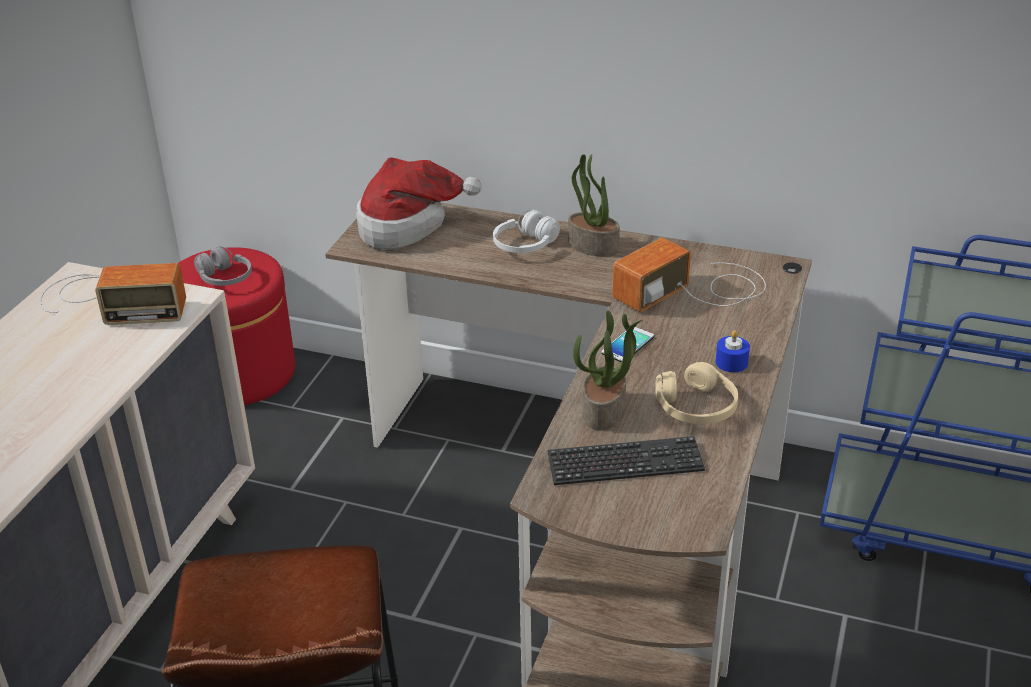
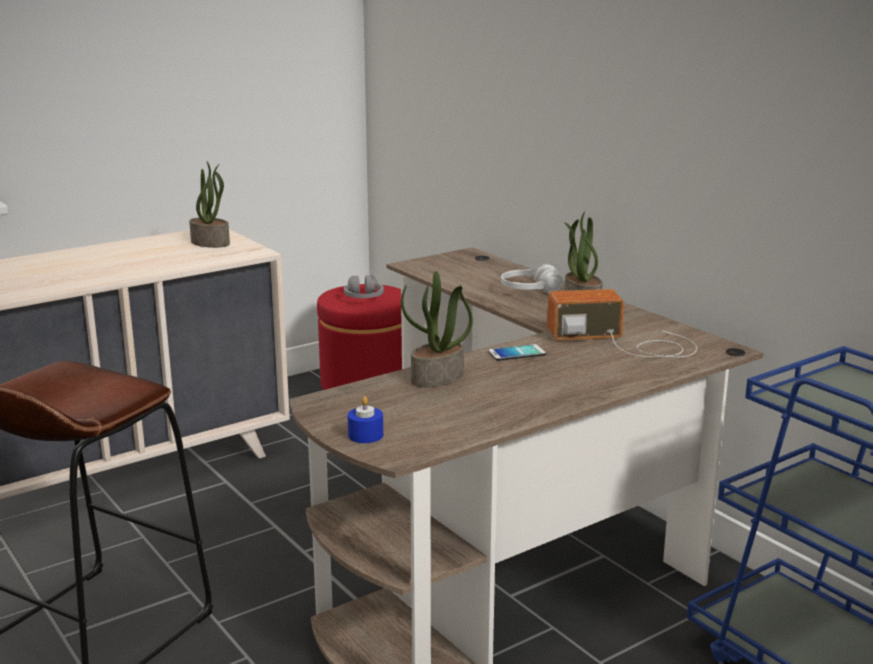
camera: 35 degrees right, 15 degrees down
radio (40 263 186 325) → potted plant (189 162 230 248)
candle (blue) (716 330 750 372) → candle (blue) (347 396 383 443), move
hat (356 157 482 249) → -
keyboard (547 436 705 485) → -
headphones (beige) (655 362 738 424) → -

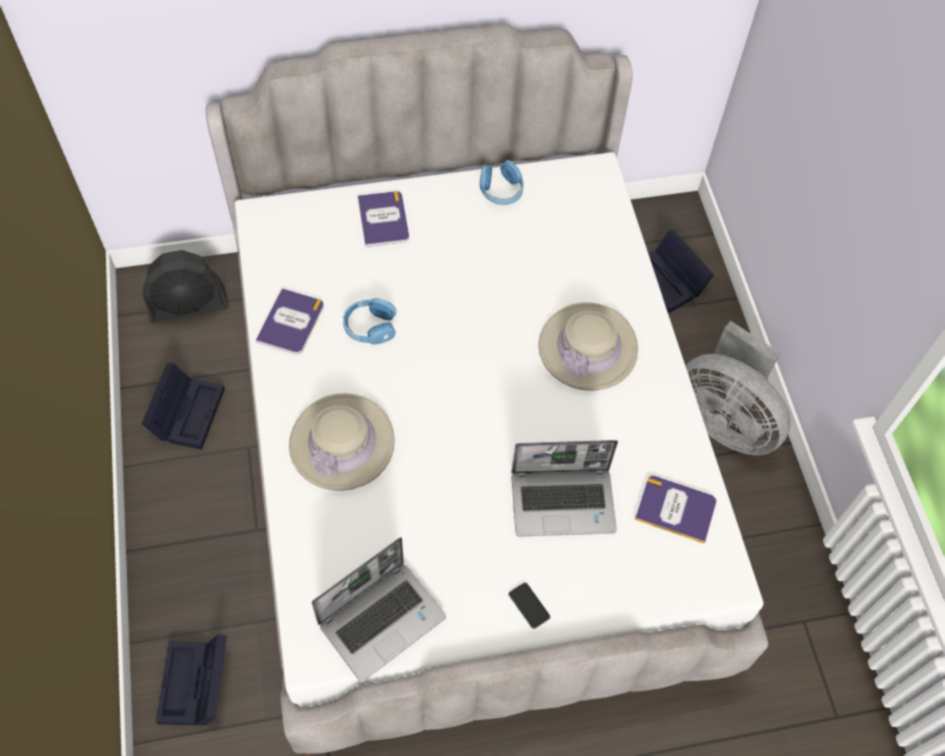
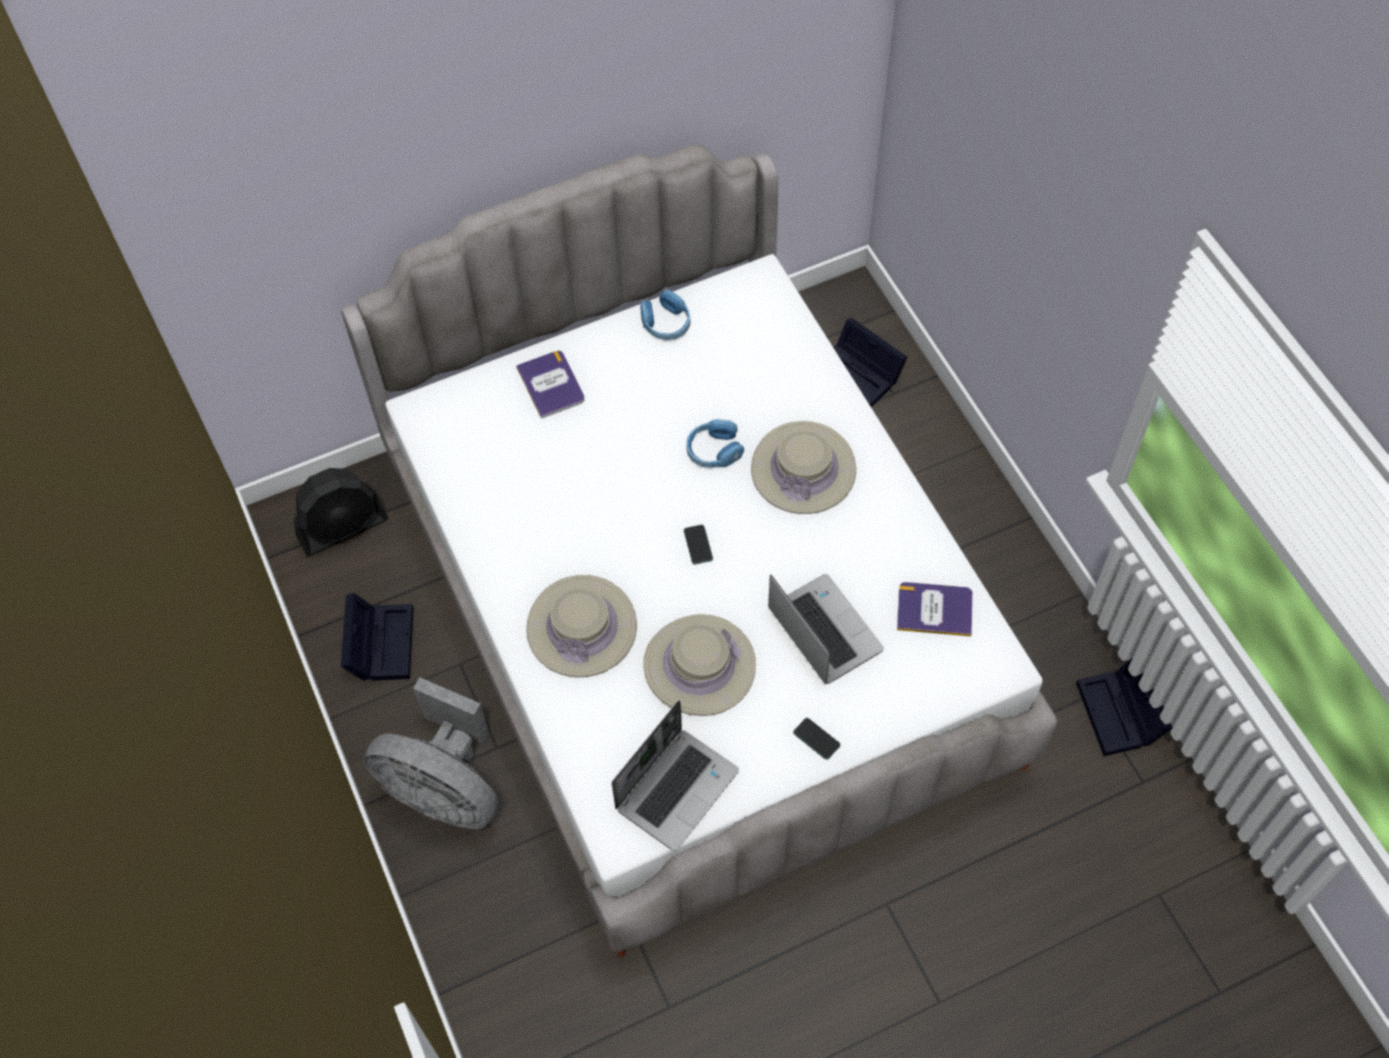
camera: 10 degrees left, 0 degrees up
fan (grey) (685 321 791 455) → fan (grey) (364 677 498 829), move
- → hat (beige) (643 614 756 716)
- → phone (684 525 713 565)
headphones (blue) (343 298 396 344) → headphones (blue) (686 419 744 468), move
laptop (511 440 618 537) → laptop (768 574 884 684), 105 degrees counterclockwise
storage box (black) (156 634 227 726) → storage box (black) (1076 658 1173 756), move
book (256 288 324 354) → -

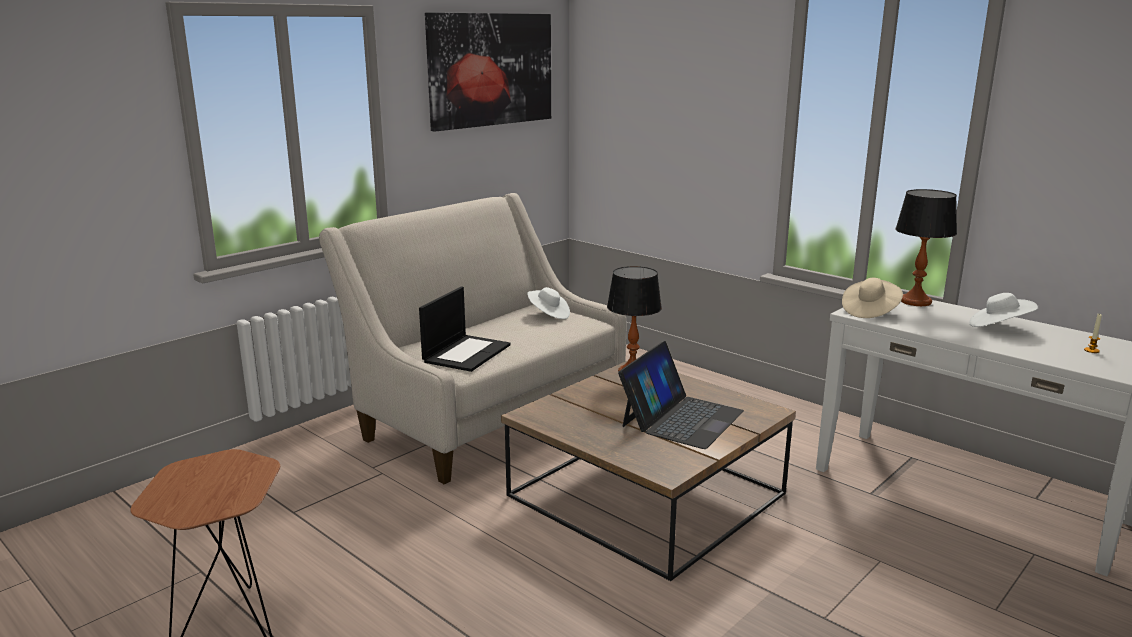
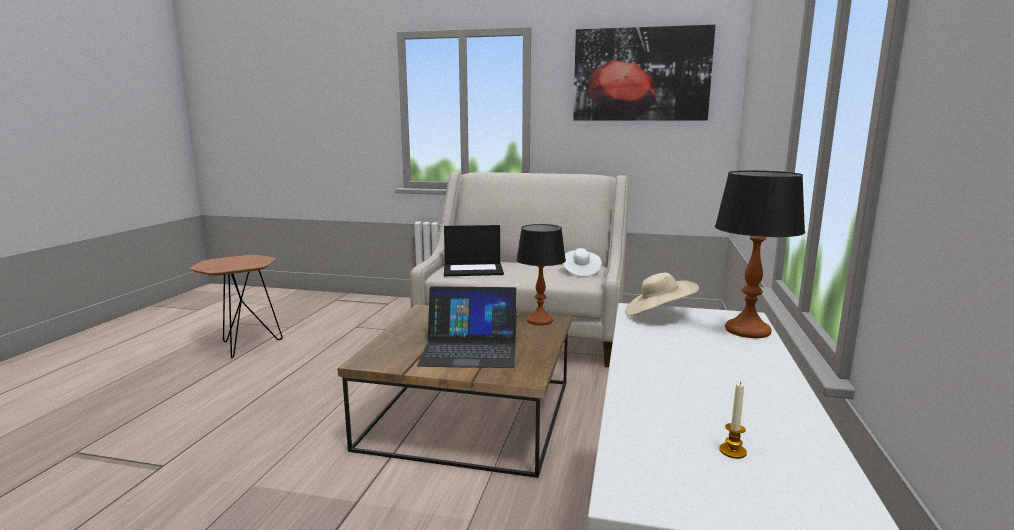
camera: 60 degrees right, 5 degrees down
hat (white) (969 293 1038 327) → -

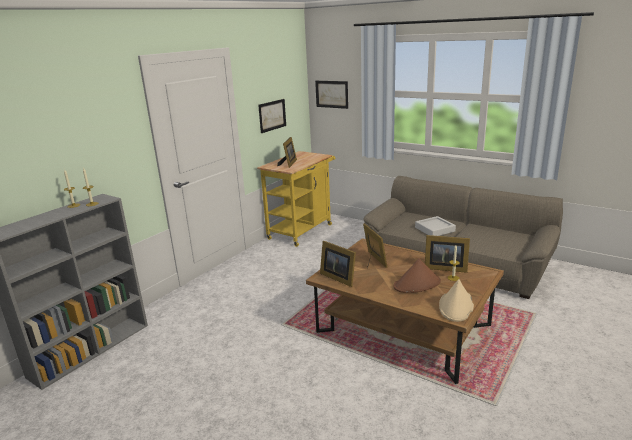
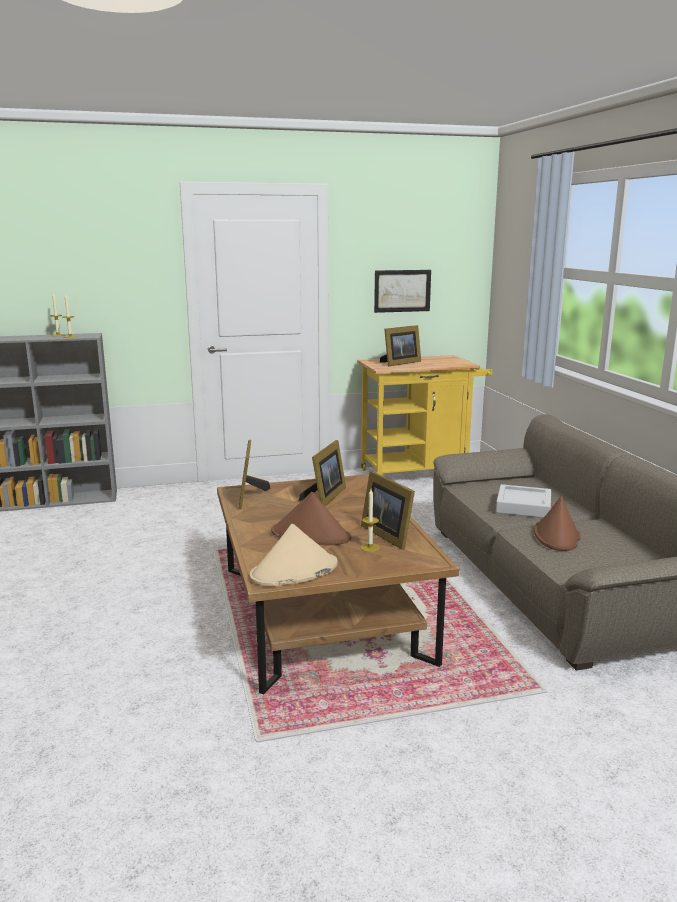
camera: 40 degrees right, 5 degrees down
- → hat (brown) (534 496 581 551)
picture (315 81 348 109) → -

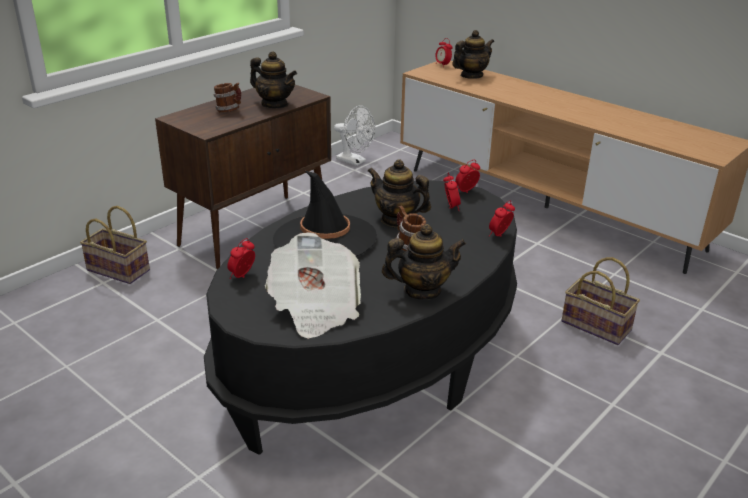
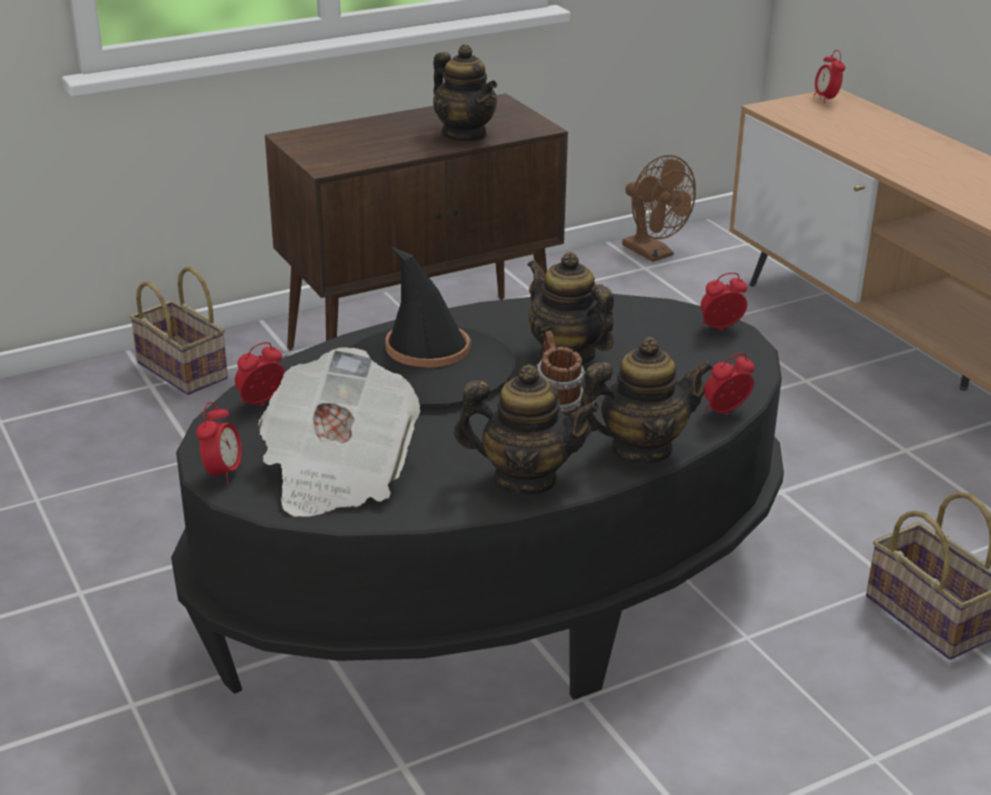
camera: 20 degrees right, 0 degrees up
alarm clock (443 173 461 210) → alarm clock (196 402 242 484), move
teapot (452 30 494 79) → teapot (577 337 714 464), move
fan (white) (334 106 375 166) → fan (brown) (622 155 696 262)
mug (213 83 241 113) → -

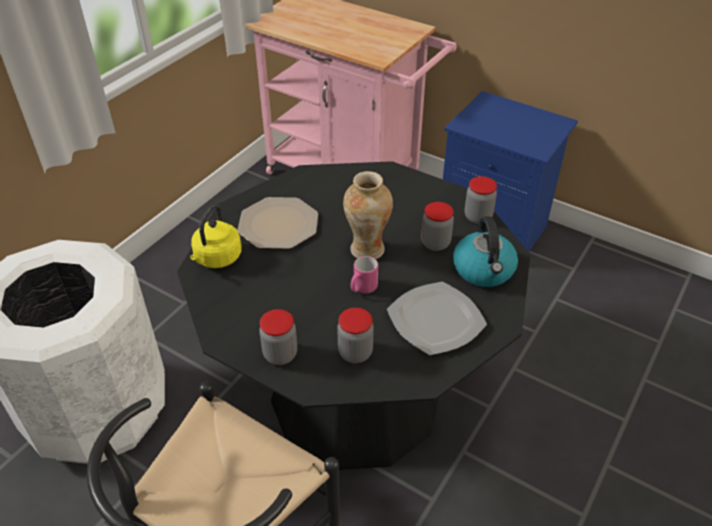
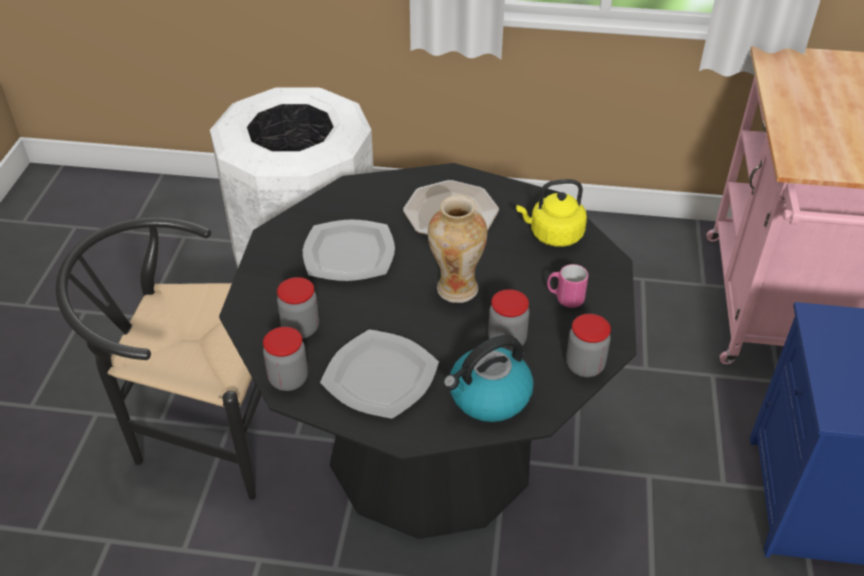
camera: 65 degrees right, 0 degrees up
jar (259 309 297 365) → jar (263 327 308 391), move
- → plate (303 219 395 281)
kettle (yellow) (190 204 242 268) → kettle (yellow) (516 179 587 247), move
mug (pink) (351 256 378 293) → mug (pink) (547 264 588 308), move

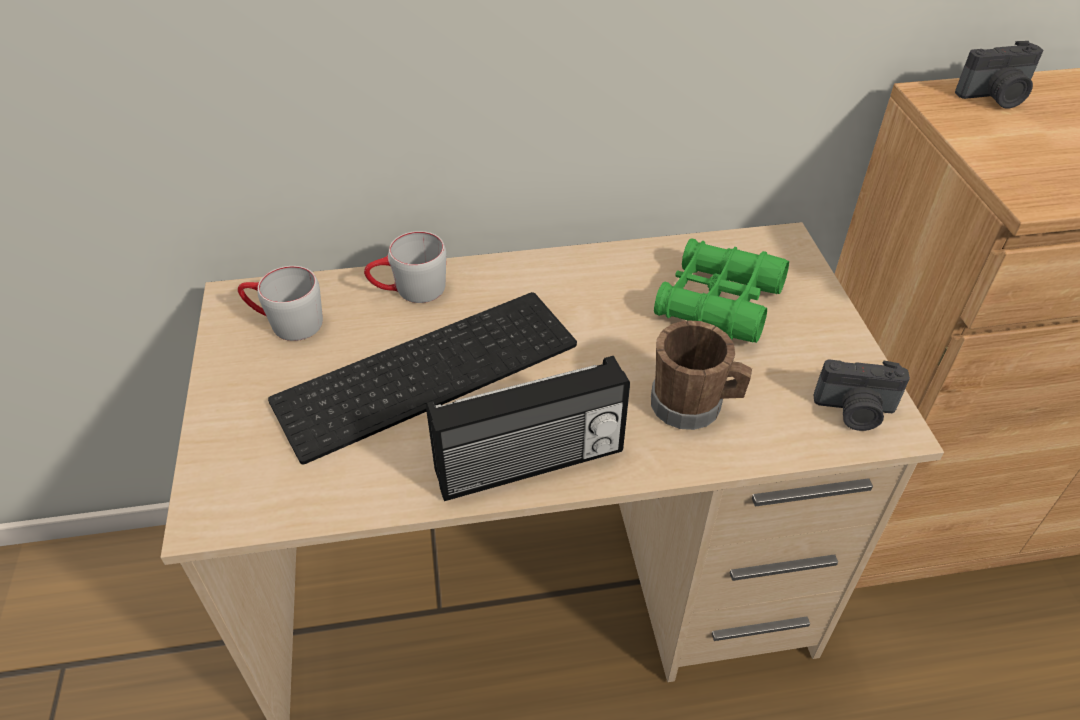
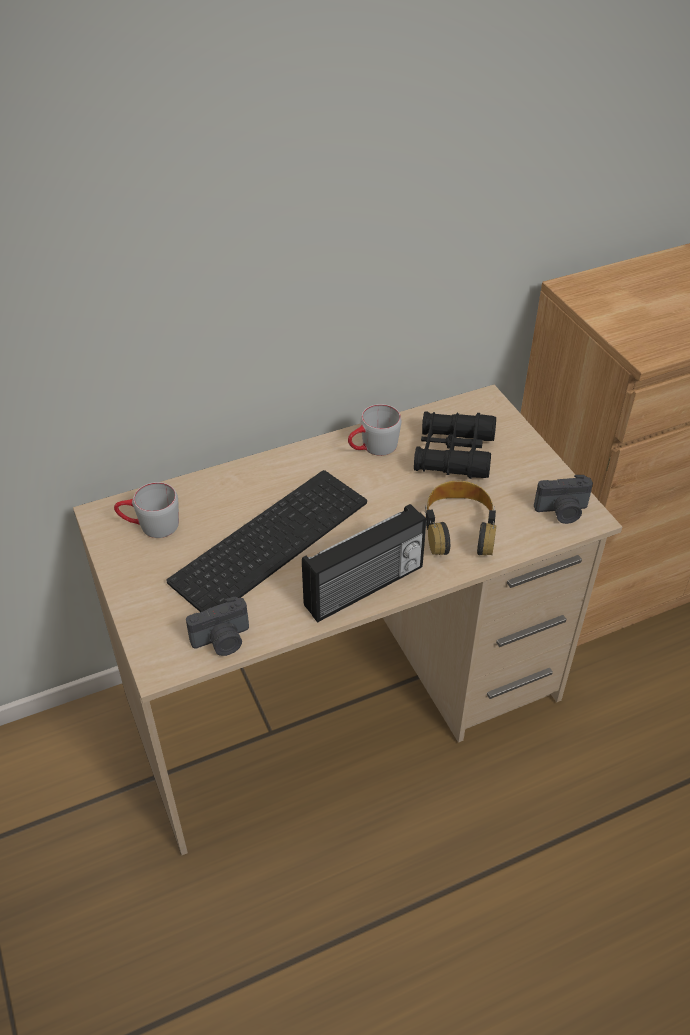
camera: 15 degrees left, 0 degrees up
photo camera (955 41 1043 109) → photo camera (186 596 249 656), move
mug (grey) (364 231 446 303) → mug (grey) (348 404 401 456), move
binoculars (green) (654 238 789 343) → binoculars (black) (414 411 496 479)
mug (brown) (651 320 752 430) → headphones (425 480 497 555)

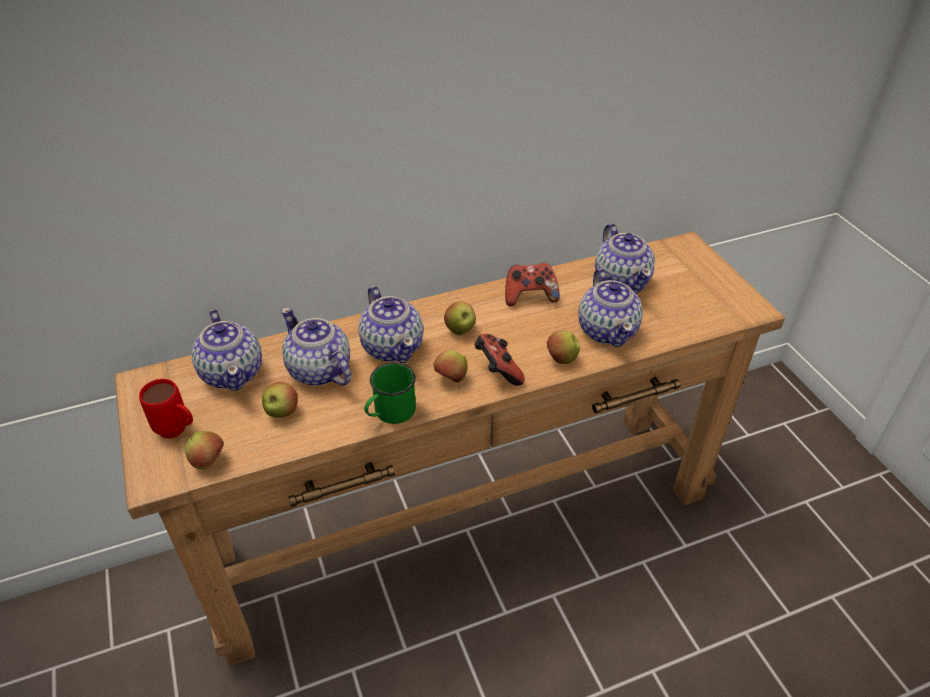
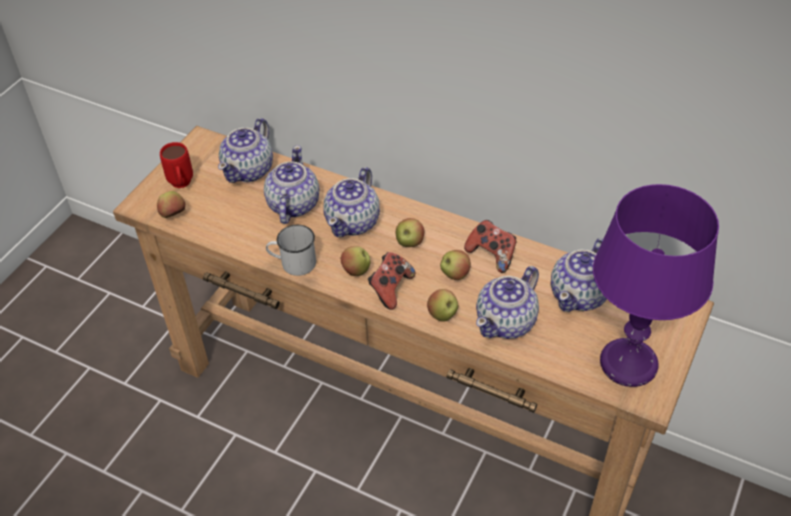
camera: 50 degrees right, 5 degrees up
mug (green) (364 362 416 424) → mug (white) (266 225 316 276)
apple (262 382 298 417) → apple (440 250 471 280), move
- → table lamp (purple) (593 184 719 387)

